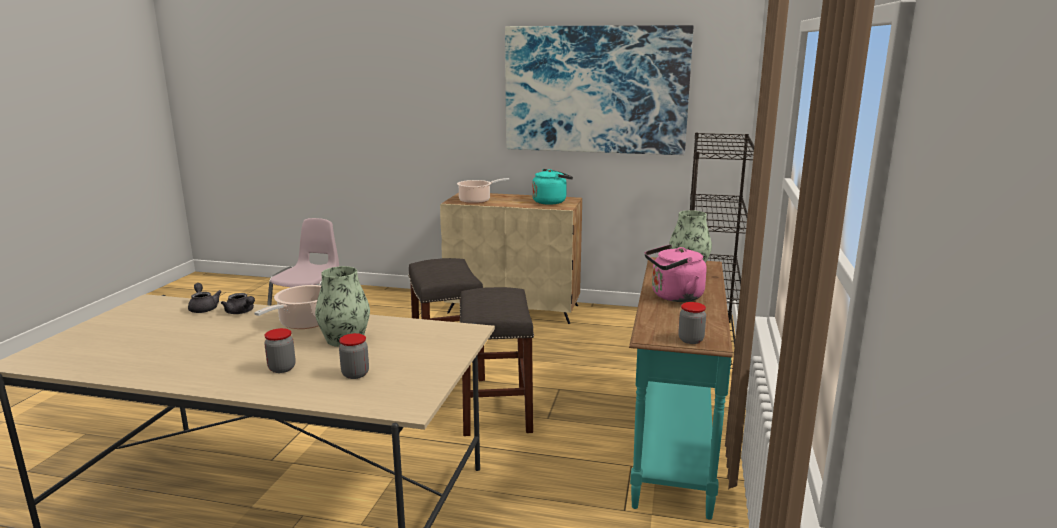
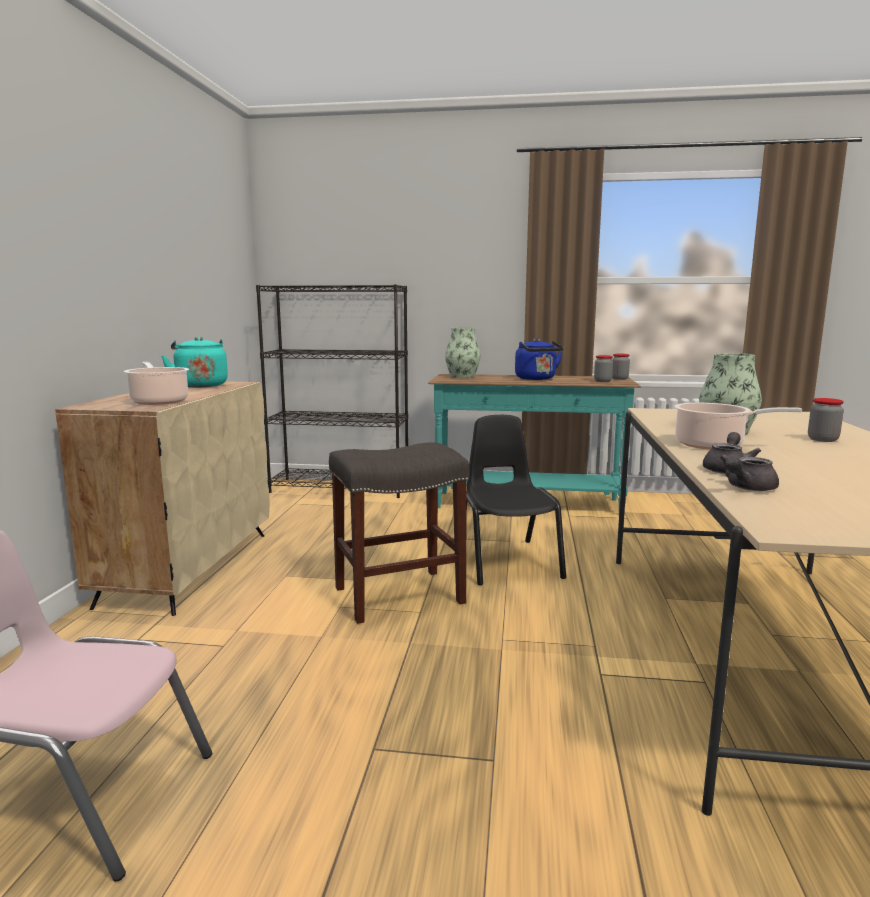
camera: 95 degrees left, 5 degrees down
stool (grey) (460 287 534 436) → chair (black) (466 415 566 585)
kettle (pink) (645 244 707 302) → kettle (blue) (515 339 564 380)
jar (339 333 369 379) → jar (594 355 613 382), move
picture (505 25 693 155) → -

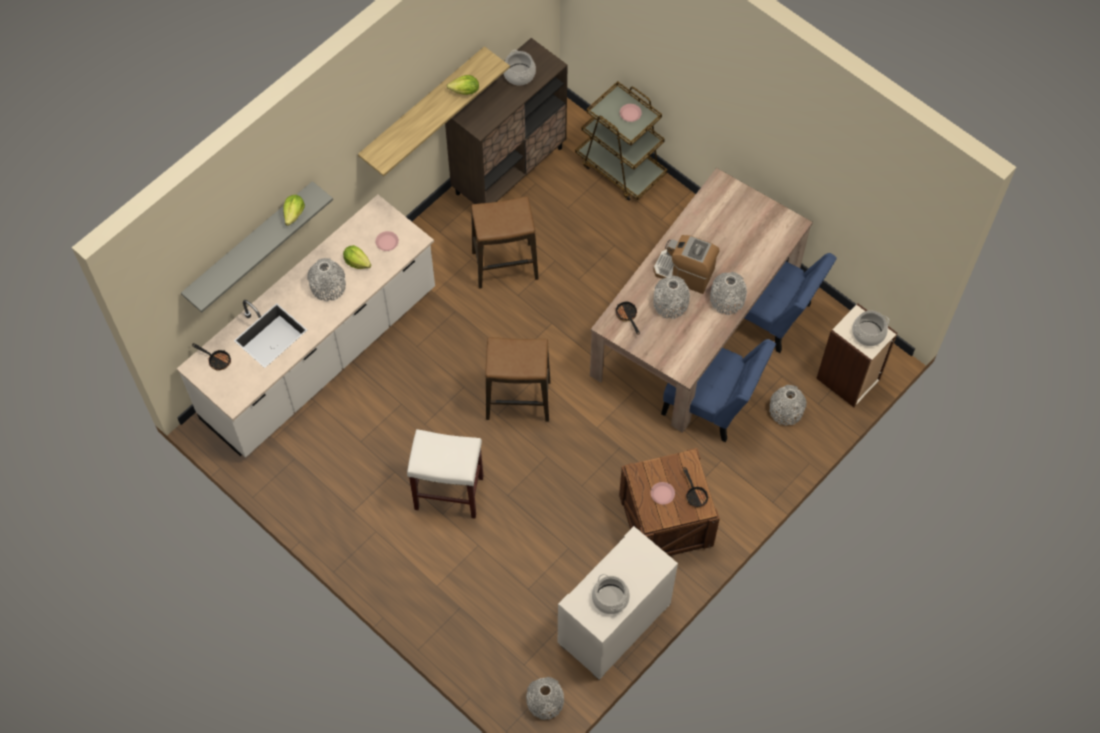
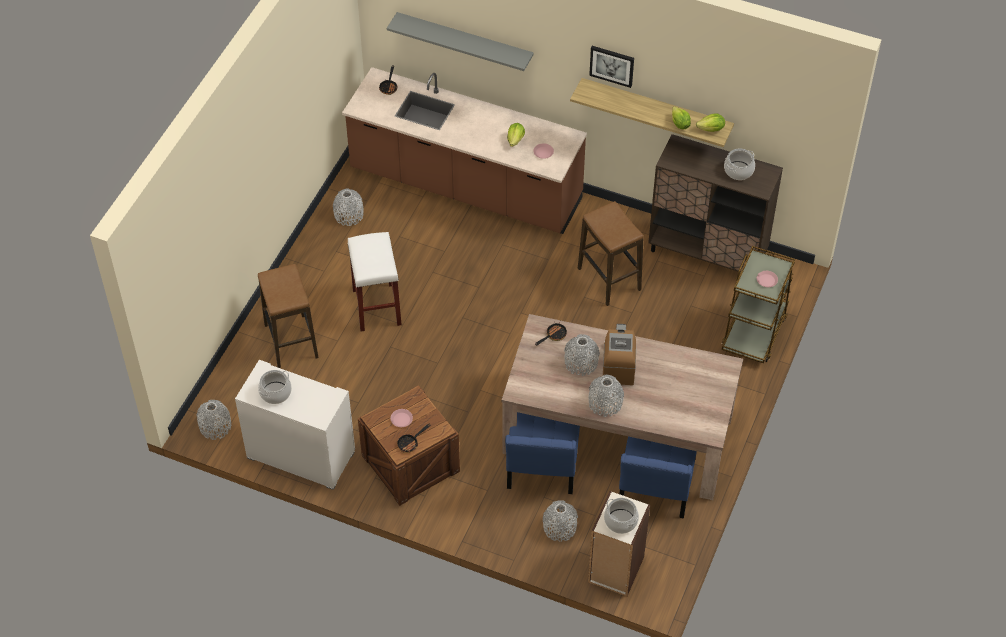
camera: 70 degrees right, 10 degrees down
stool (485 337 550 422) → stool (258 264 319 368), move
vase (grey) (307 258 346 301) → vase (grey) (333 188 363 226), move
counter (white) (177 195 435 458) → counter (brown) (342 67 587 234)
- → picture (589 46 634 88)
lettuce (284 195 305 226) → lettuce (696 113 725 132), move

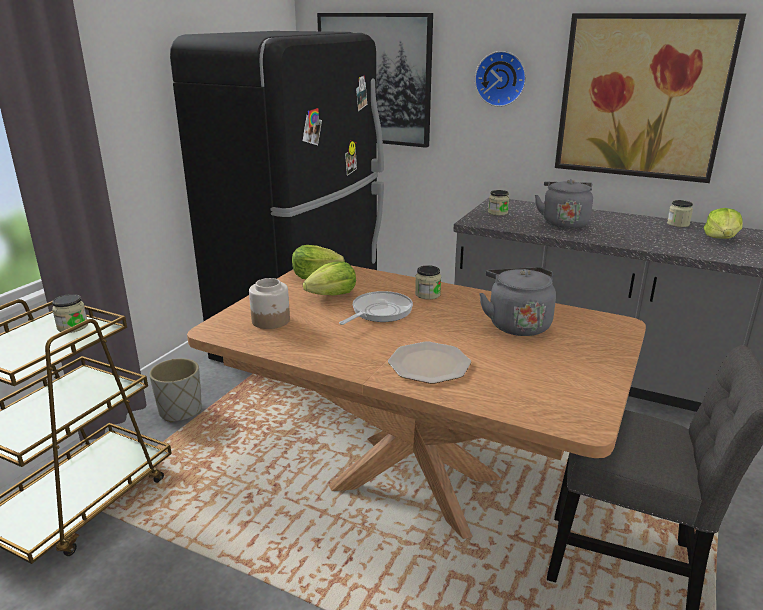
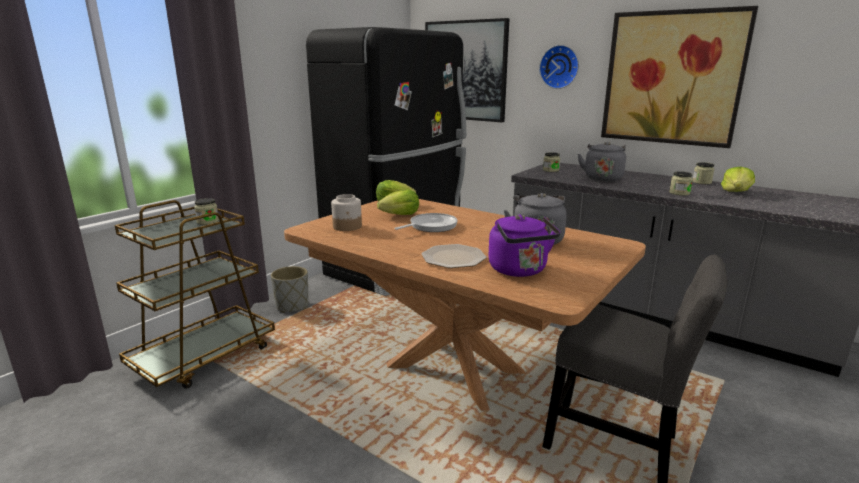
camera: 10 degrees right, 5 degrees down
- → kettle (purple) (488 215 560 277)
jar (415 265 441 299) → jar (669 171 693 196), move

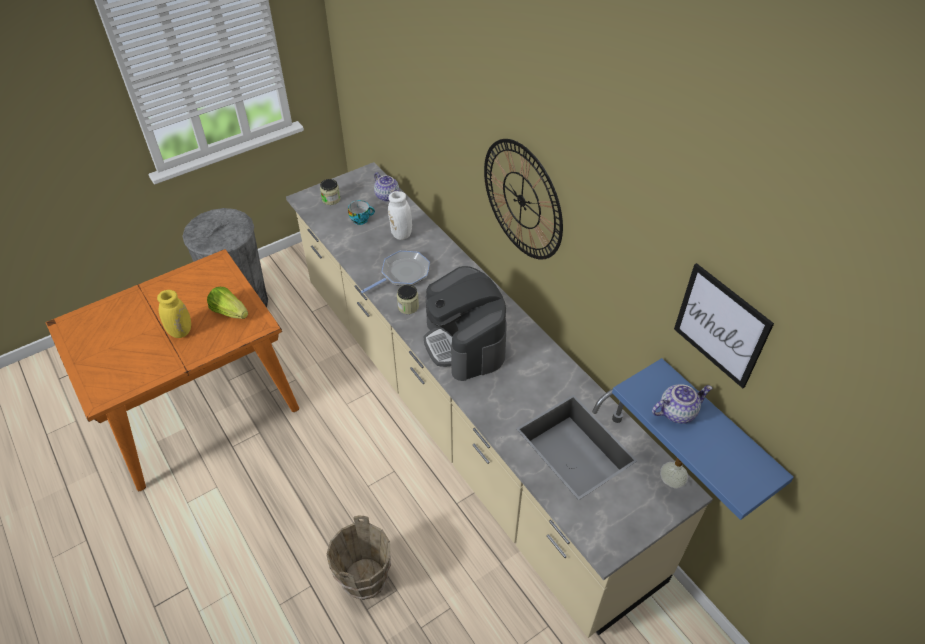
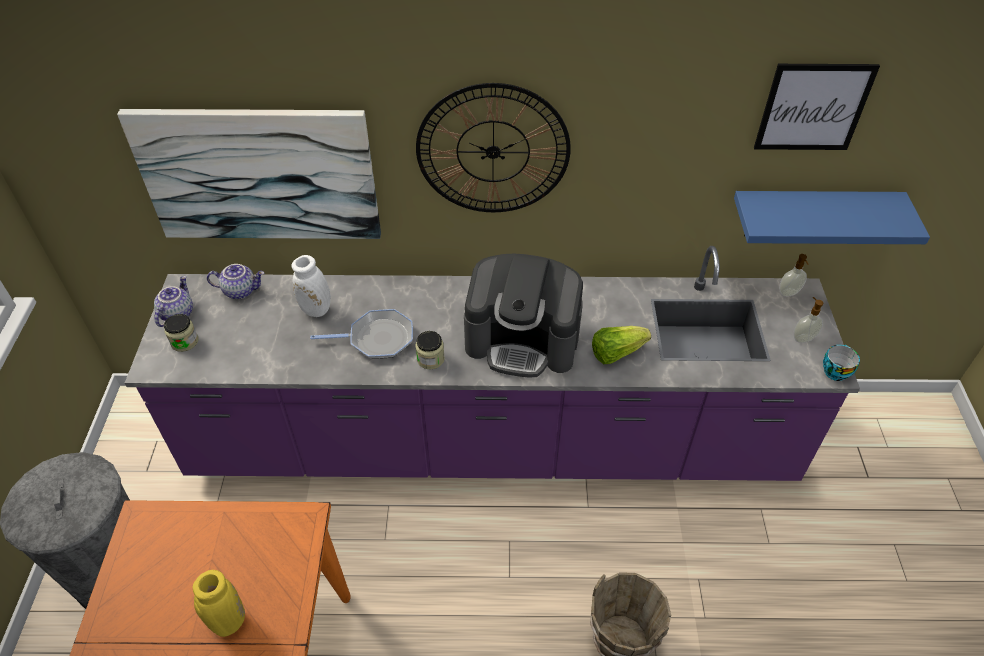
camera: 55 degrees left, 0 degrees up
- → picture (117 109 381 239)
counter (beige) (286 162 713 638) → counter (purple) (125 246 860 481)
teapot (652 384 712 424) → teapot (154 276 193 327), move
frying pan (361 251 430 293) → frying pan (310 309 413 359), 90 degrees clockwise
lettuce (207 287 248 319) → lettuce (592 326 651 364), move
- → soap dispenser (793 297 824 343)
cup (348 200 375 225) → cup (823 345 860 381), move

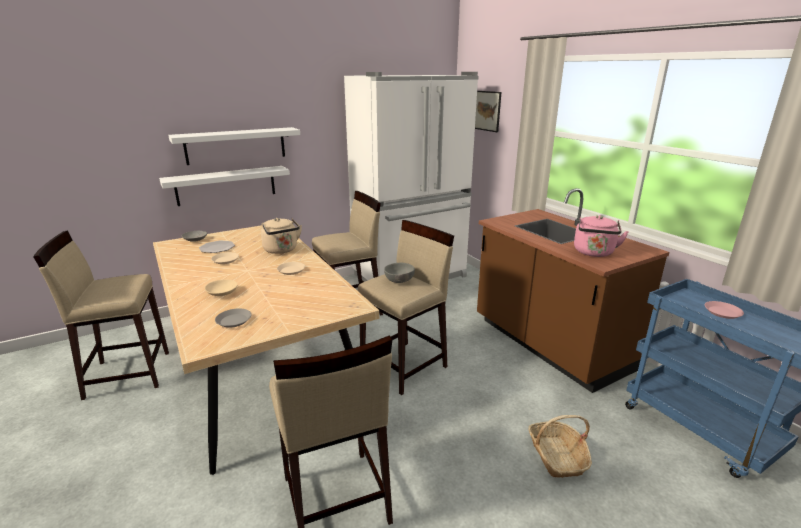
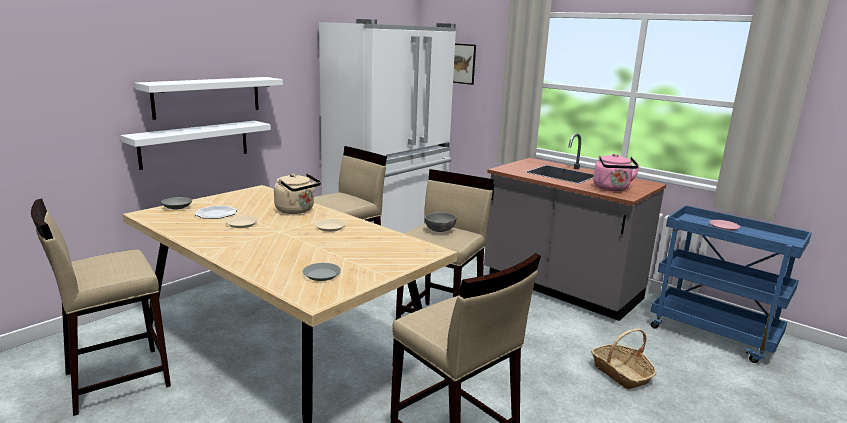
camera: 20 degrees left, 5 degrees down
counter (brown) (477 188 669 393) → counter (grey) (484 133 666 321)
bowl (beige) (205 280 238 296) → -

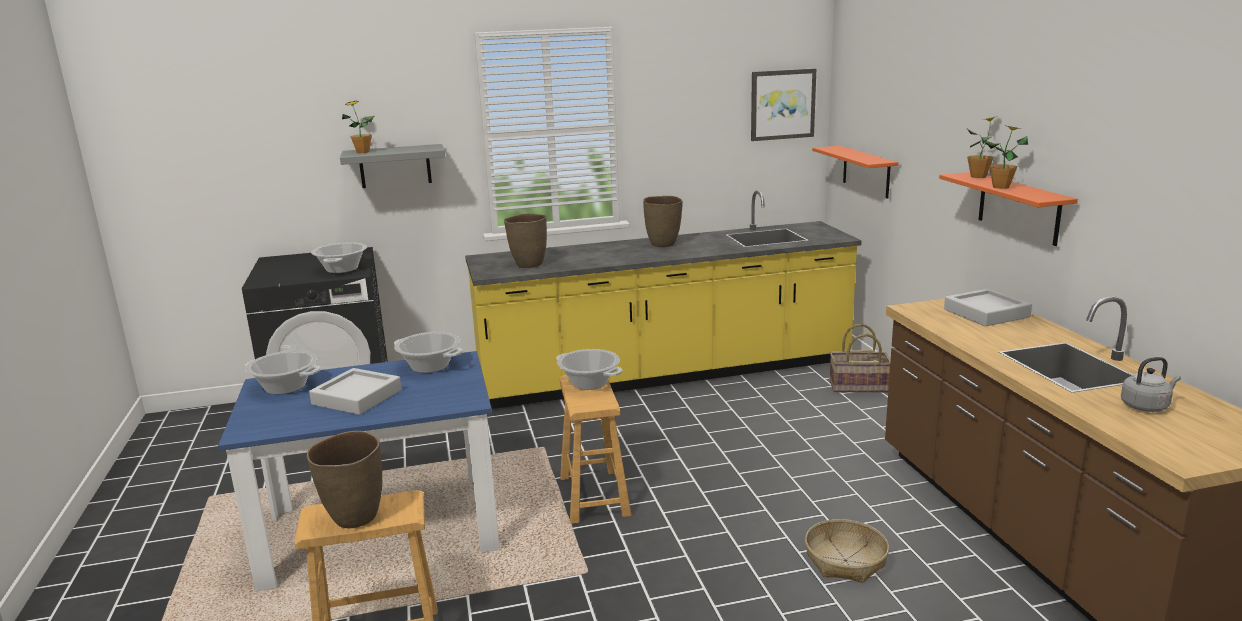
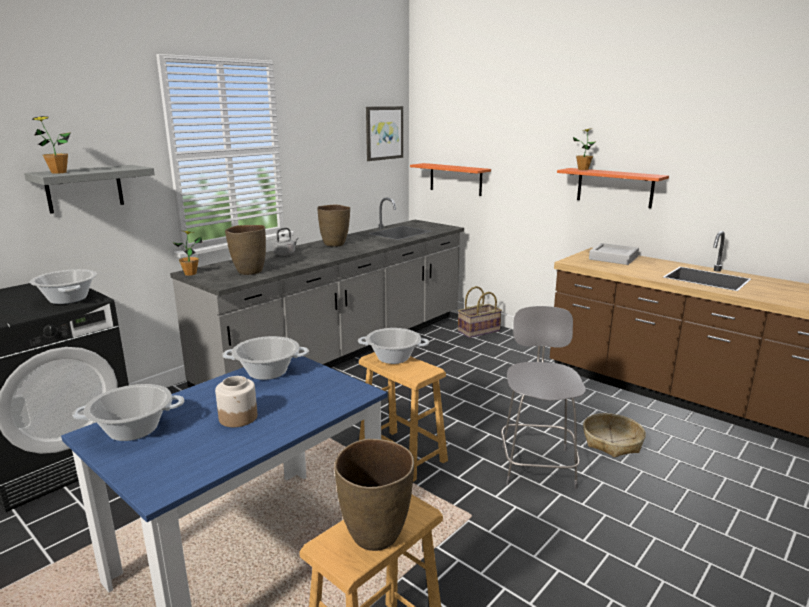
camera: 35 degrees left, 0 degrees up
counter (yellow) (465 190 862 409) → counter (grey) (170 198 464 388)
potted plant (985 125 1028 189) → potted plant (172 231 202 276), move
tray (grey) (309 368 401 415) → jar (215 376 257 427)
kettle (grey) (1121 357 1181 412) → kettle (grey) (273 228 299 256), move
- → chair (grey) (501 306 586 489)

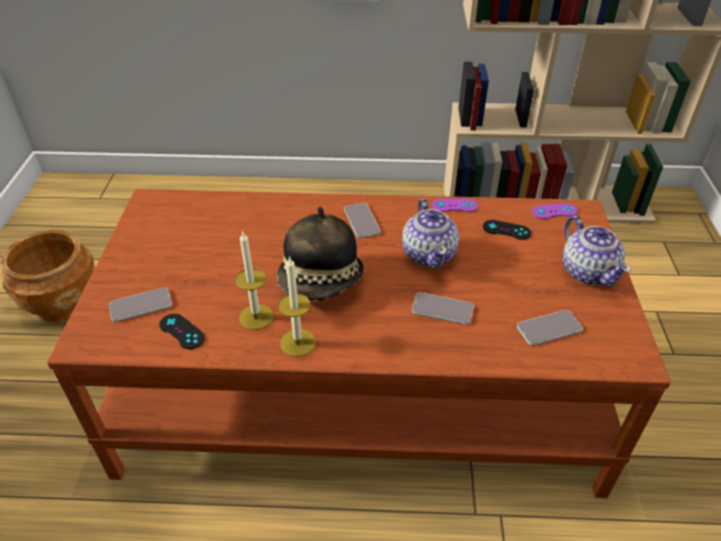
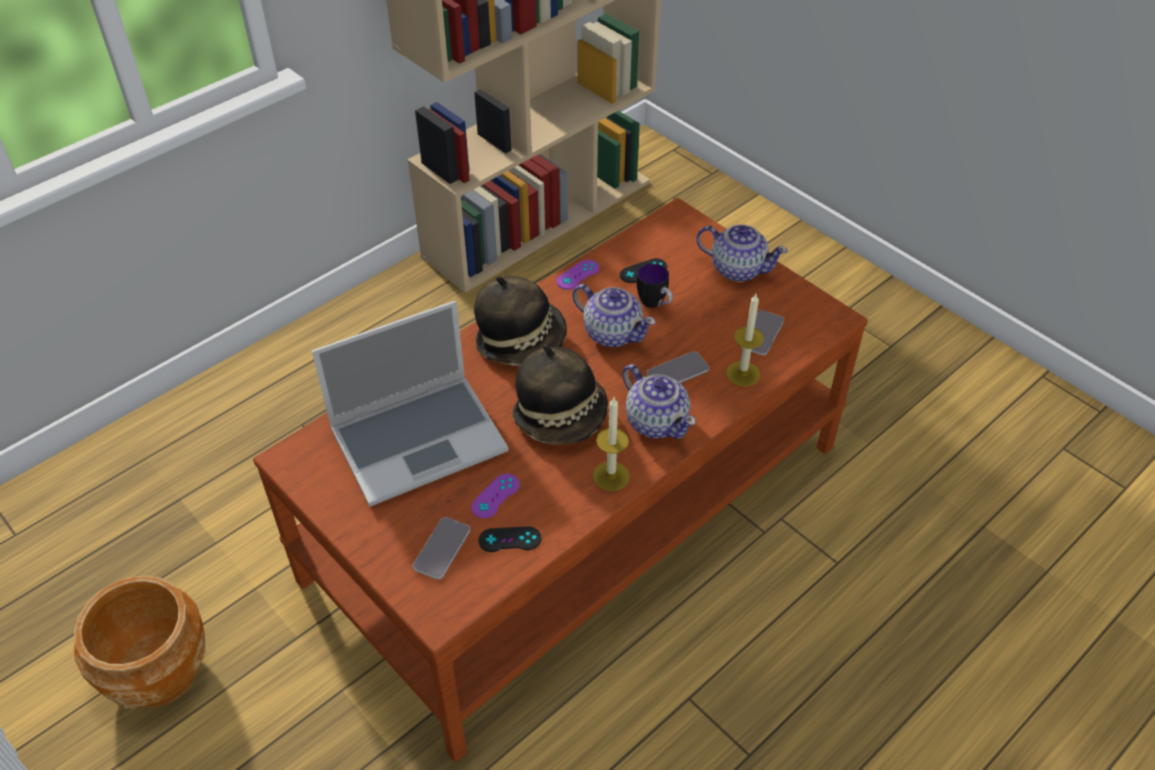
camera: 45 degrees left, 5 degrees up
- → laptop (312 301 509 507)
game controller (purple) (532 203 578 219) → game controller (purple) (471 474 520 518), move
phone (344 203 381 238) → hat (474 276 567 366)
- → teapot (622 364 696 439)
- → mug (637 264 673 308)
candle (235 231 274 330) → candle (726 294 764 387), move

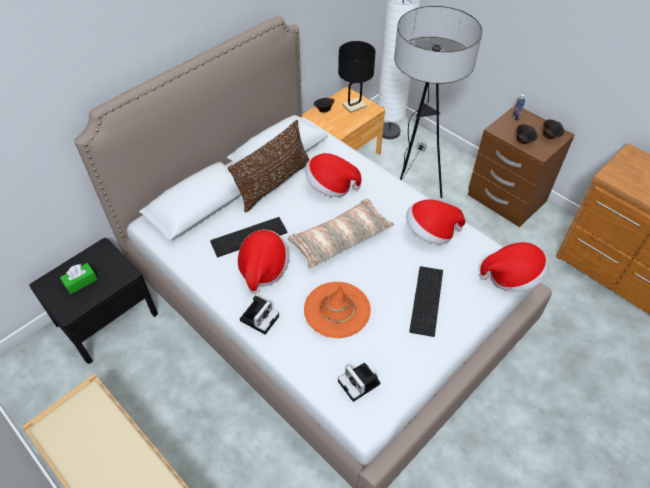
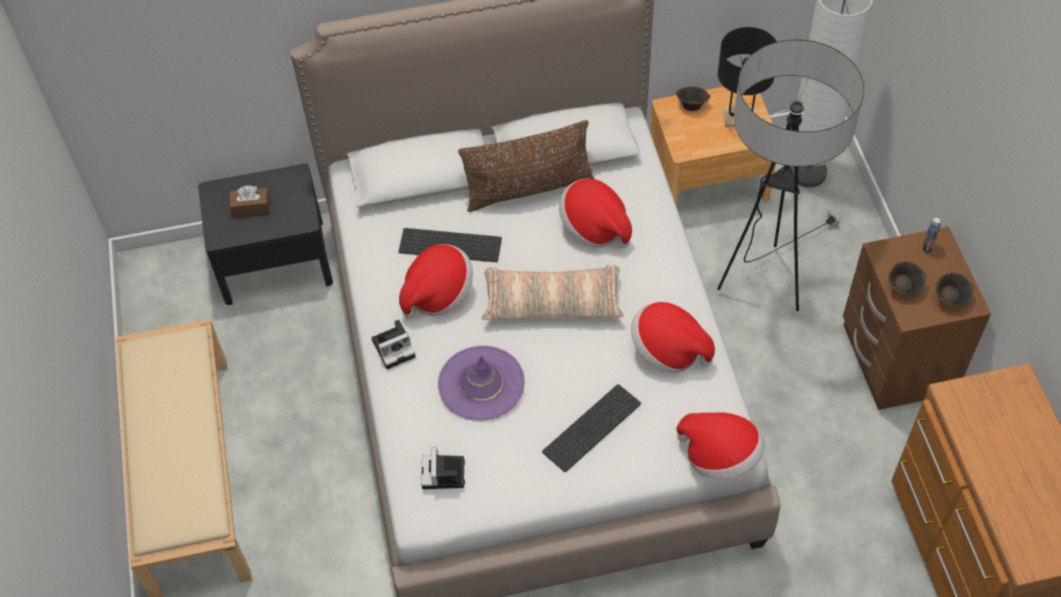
camera: 35 degrees right, 5 degrees up
tissue box (green) (60 263 98 294) → tissue box (brown) (230 186 270 217)
hat (orange) (304 282 371 338) → hat (purple) (438 346 525 421)

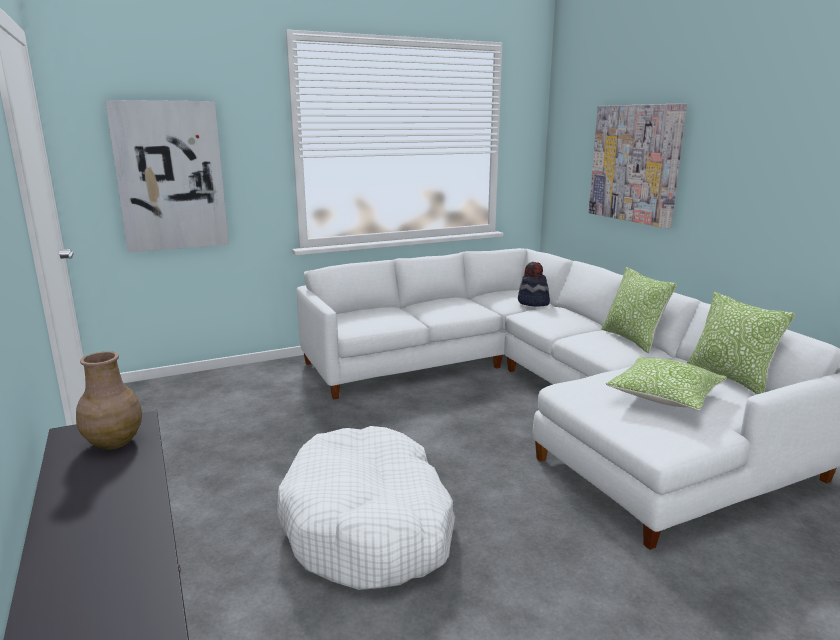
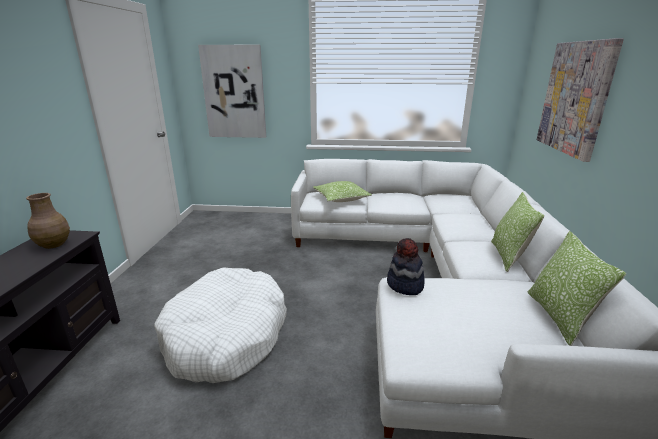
camera: 30 degrees right, 5 degrees up
pillow (606 357 727 411) → pillow (313 181 372 202), move
hat (518 262 550 307) → hat (387 238 424 295), move

